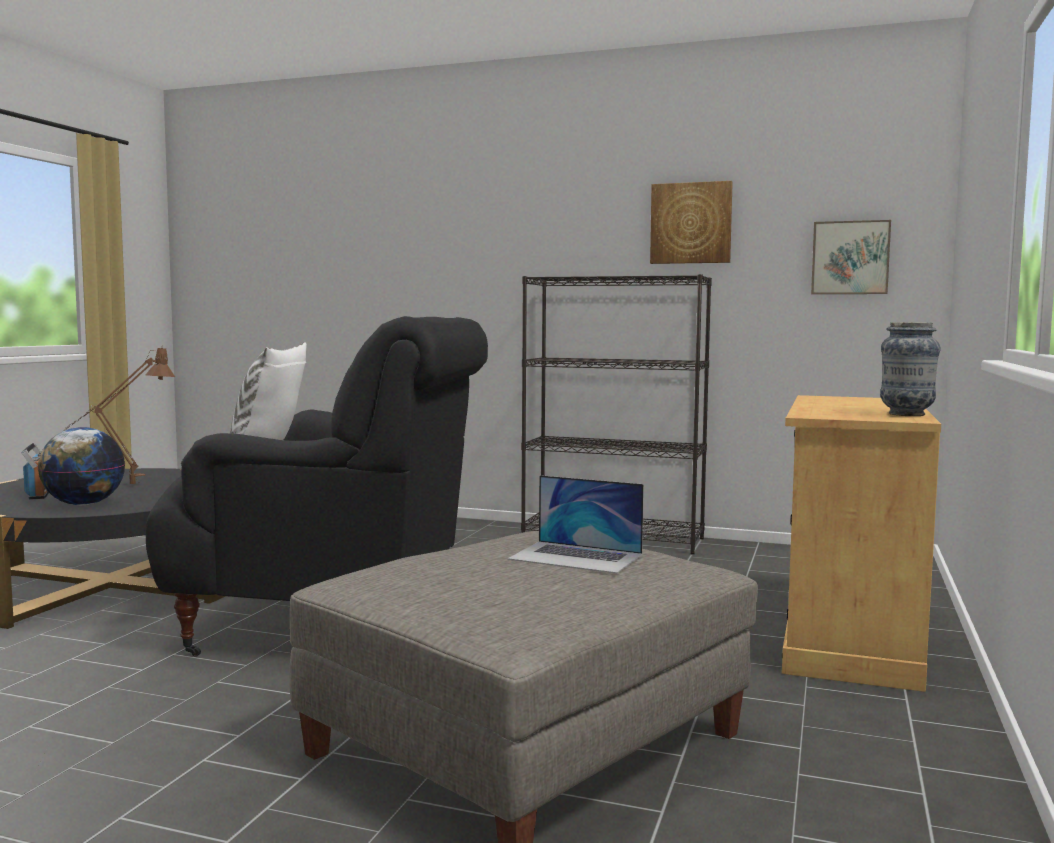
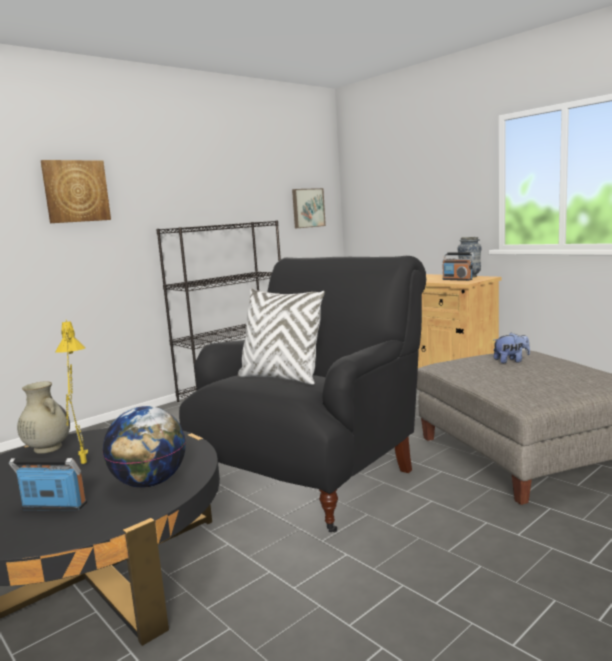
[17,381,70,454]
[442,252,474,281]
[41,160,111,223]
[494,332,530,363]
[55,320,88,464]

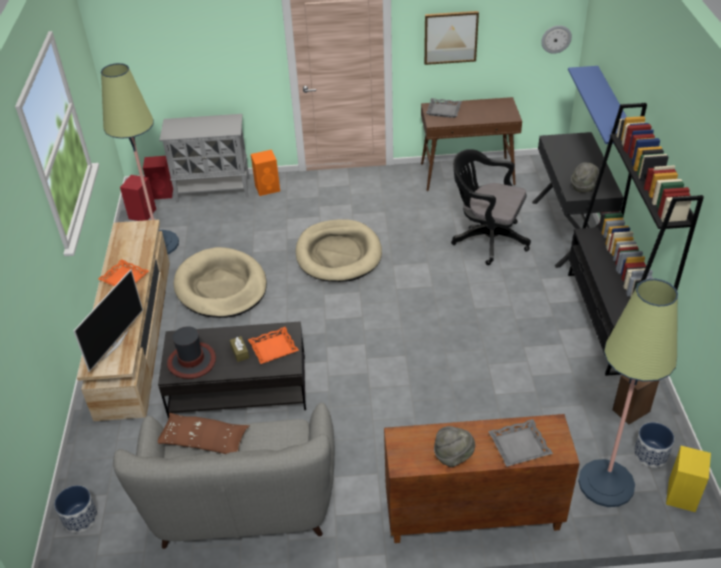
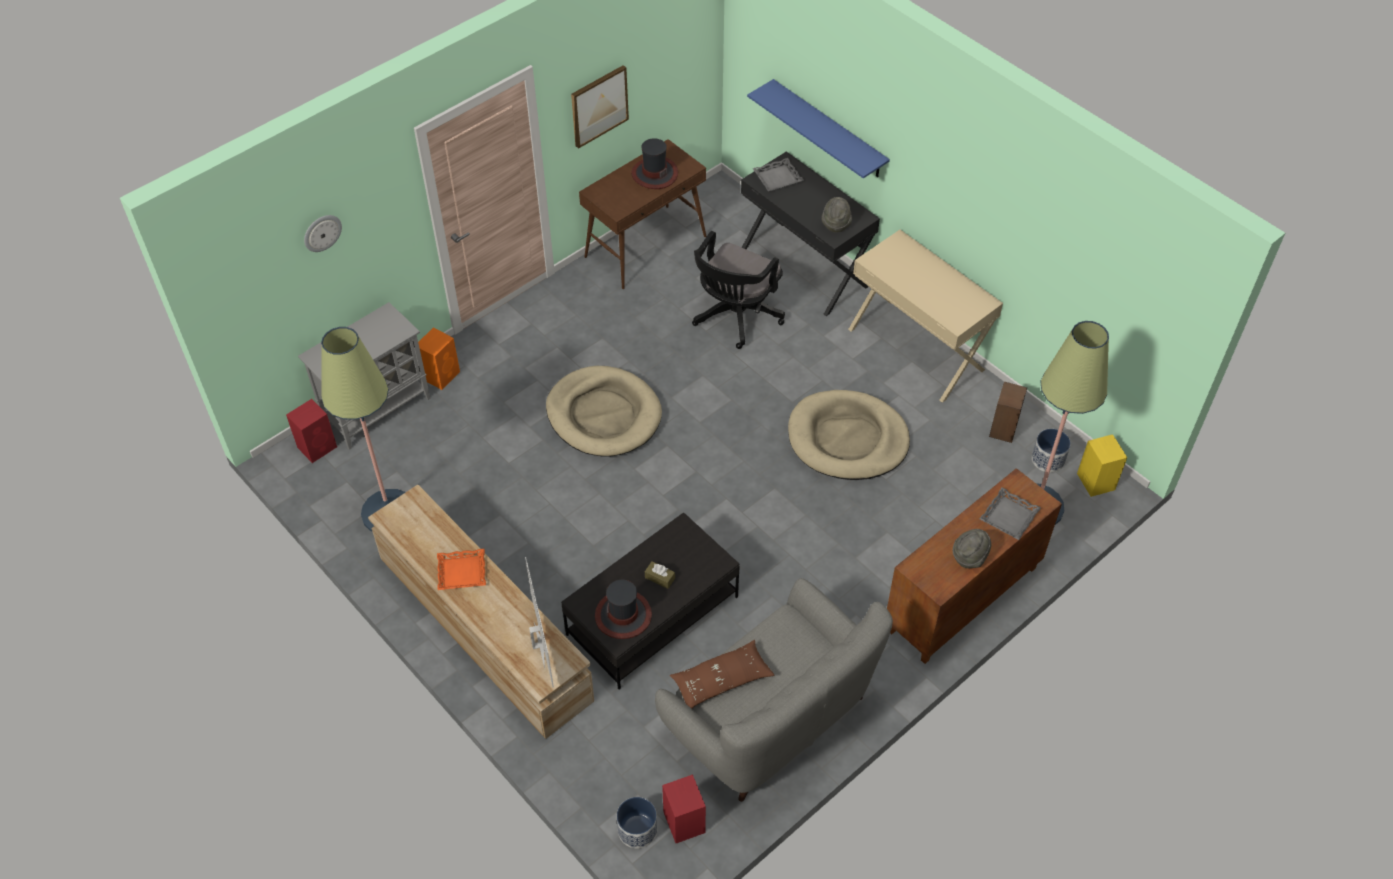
[248,327,299,364] (first image)
[631,138,678,189]
[662,774,706,843]
[788,390,910,480]
[752,158,804,191]
[304,215,342,252]
[848,230,1003,403]
[692,231,785,349]

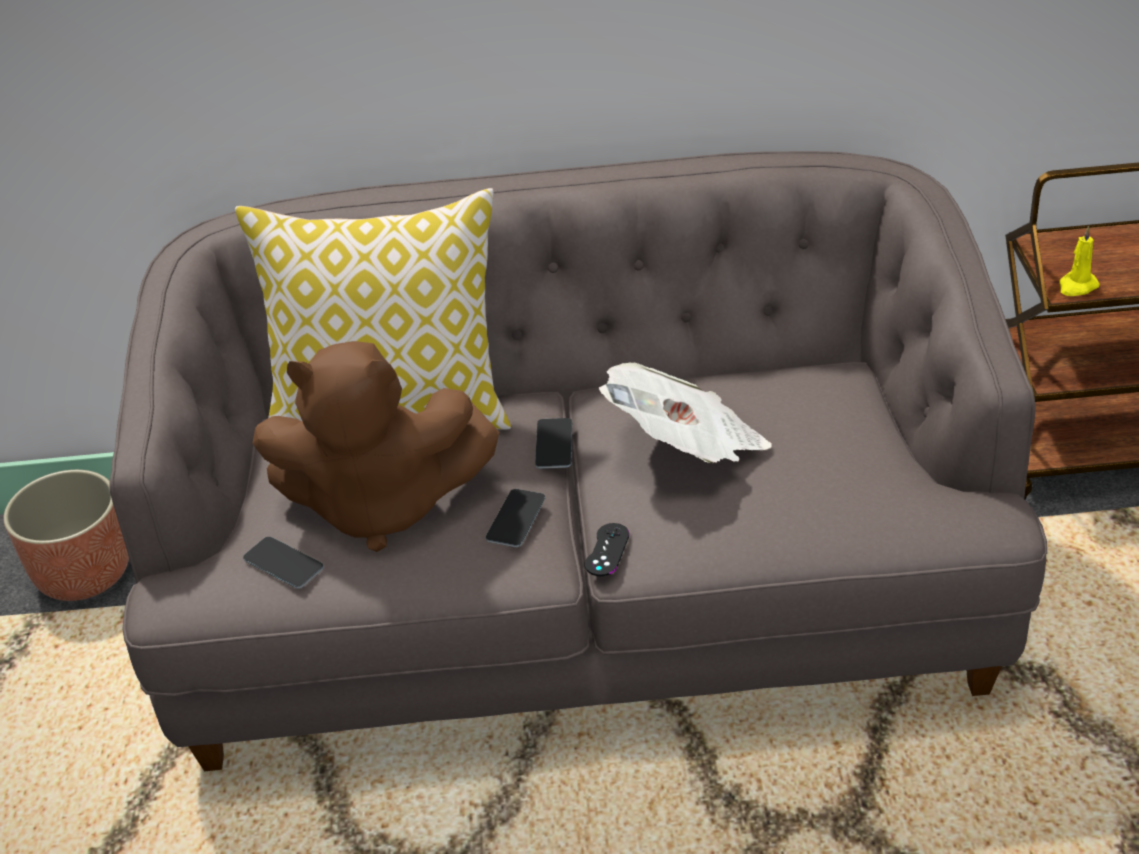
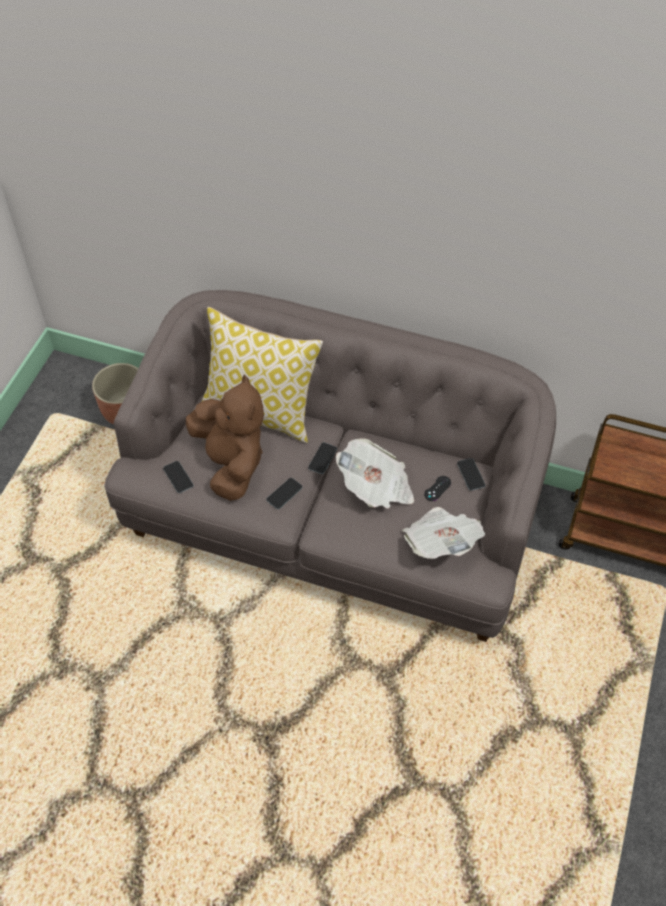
[1059,226,1100,296] (first image)
[402,507,485,559]
[457,458,485,491]
[424,476,451,501]
[186,375,264,501]

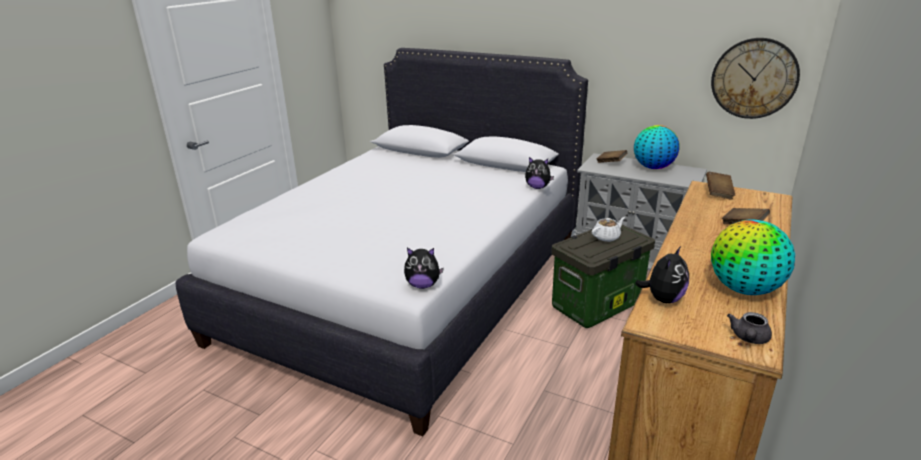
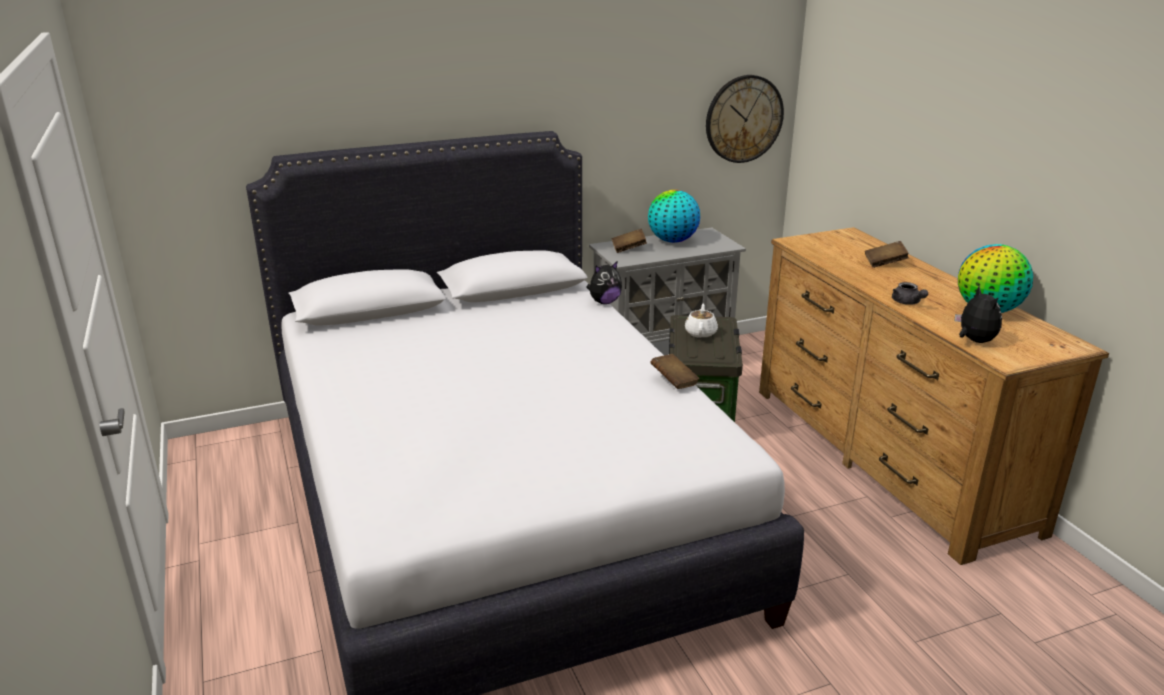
[404,248,444,289] (first image)
[650,354,700,389]
[892,282,928,305]

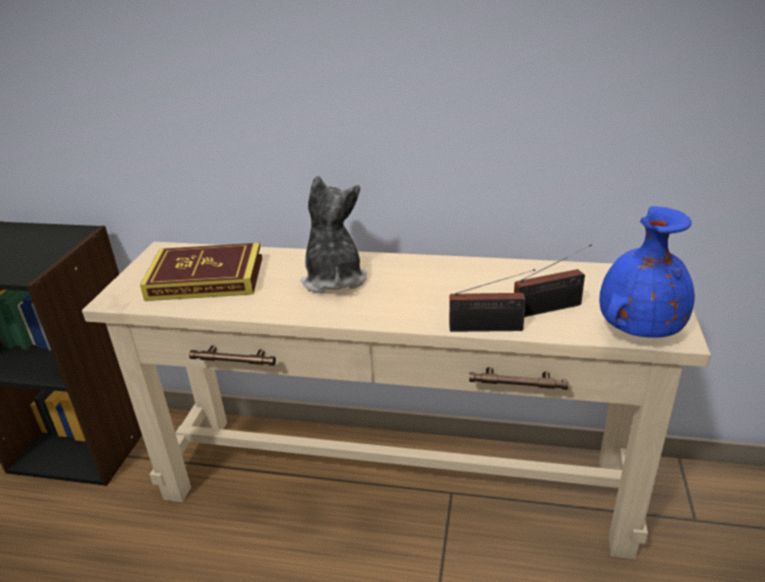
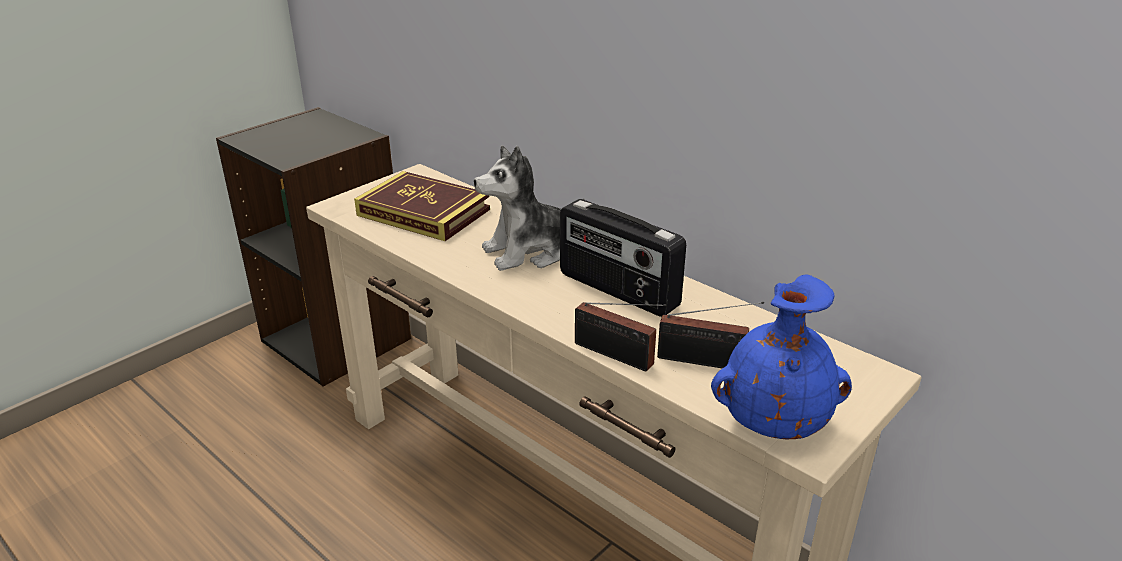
[560,199,686,317]
[474,145,585,271]

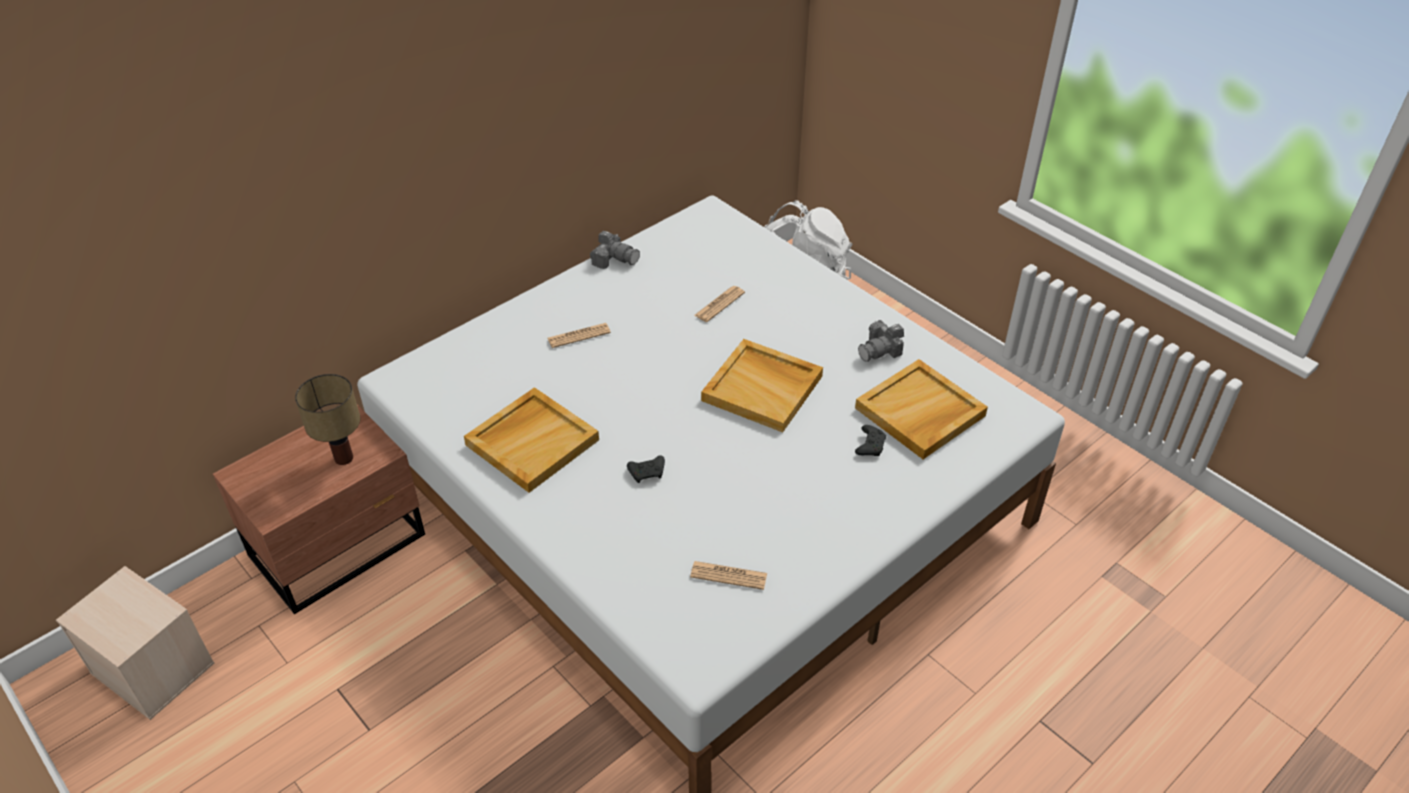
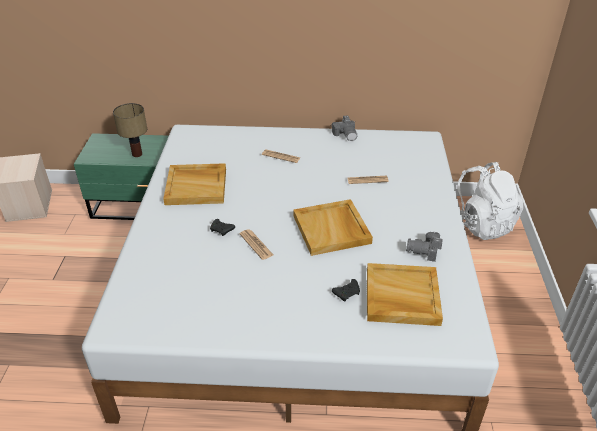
[239,229,273,260]
[74,133,169,220]

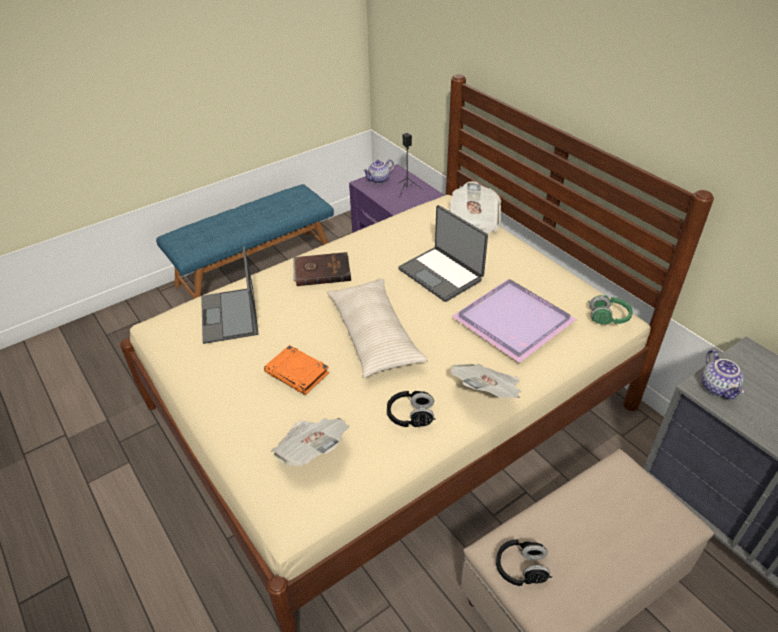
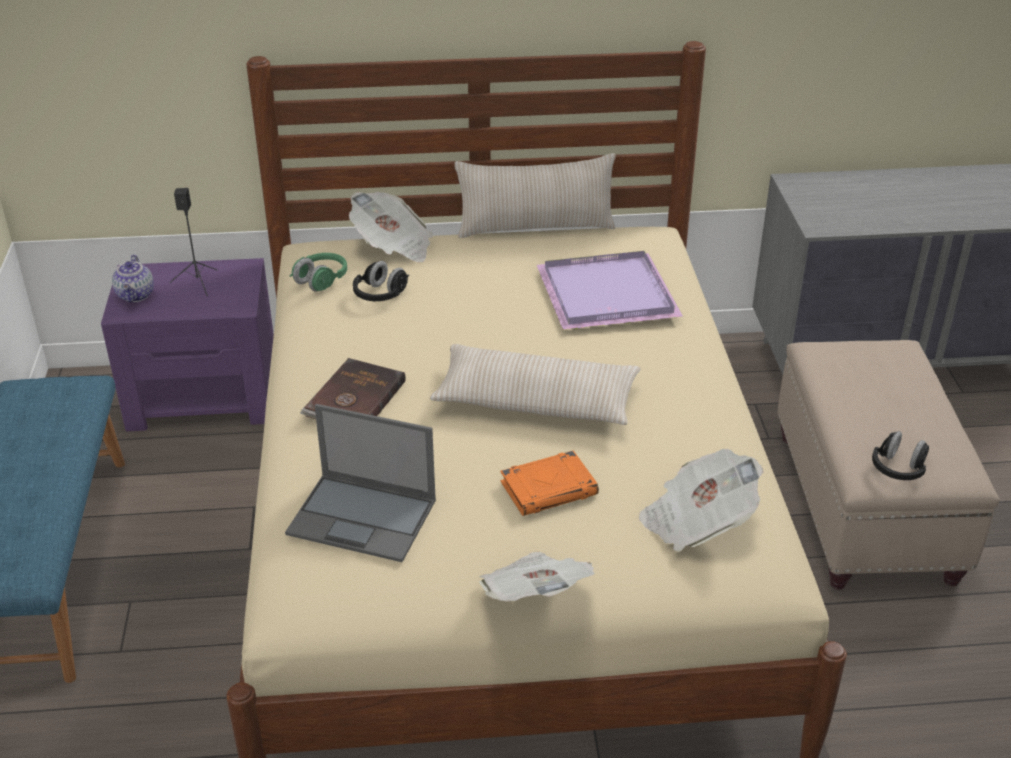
[398,205,488,302] (first image)
[702,350,745,400] (first image)
[454,153,616,238]
[353,261,409,301]
[479,552,595,601]
[290,253,347,292]

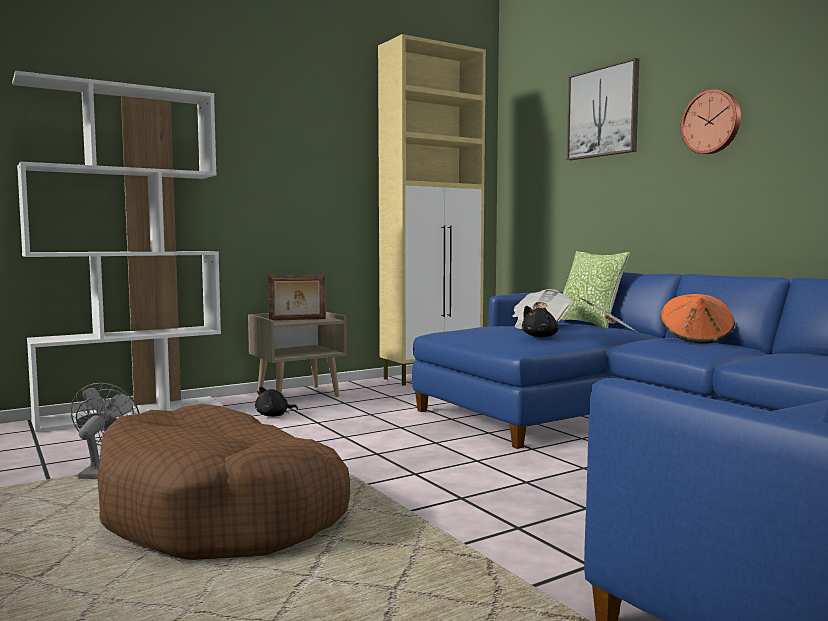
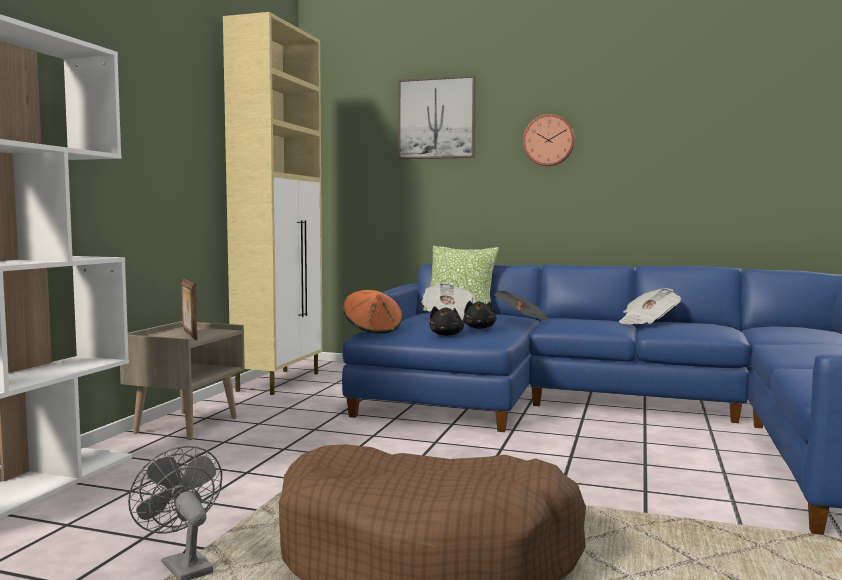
[619,288,681,324]
[429,306,464,336]
[343,290,402,334]
[181,279,197,340]

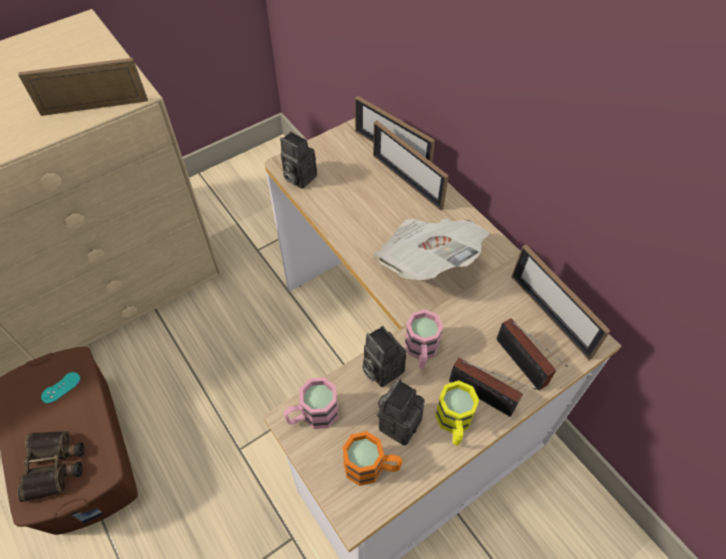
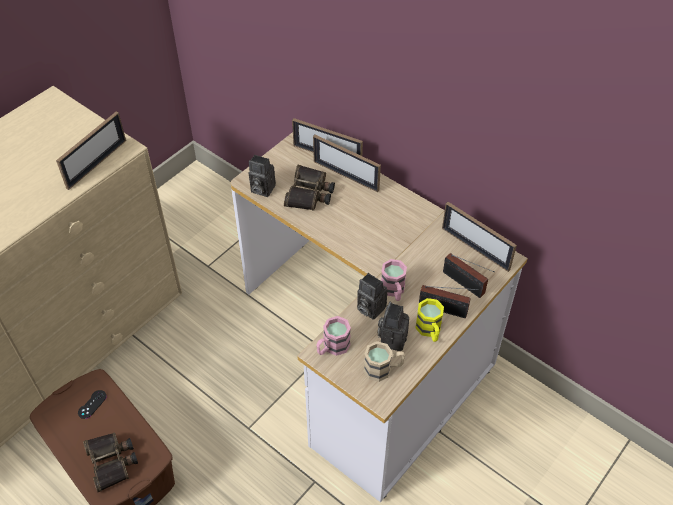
[374,218,489,280] (first image)
[284,165,335,211]
[78,390,107,419]
[364,341,405,382]
[56,111,126,190]

